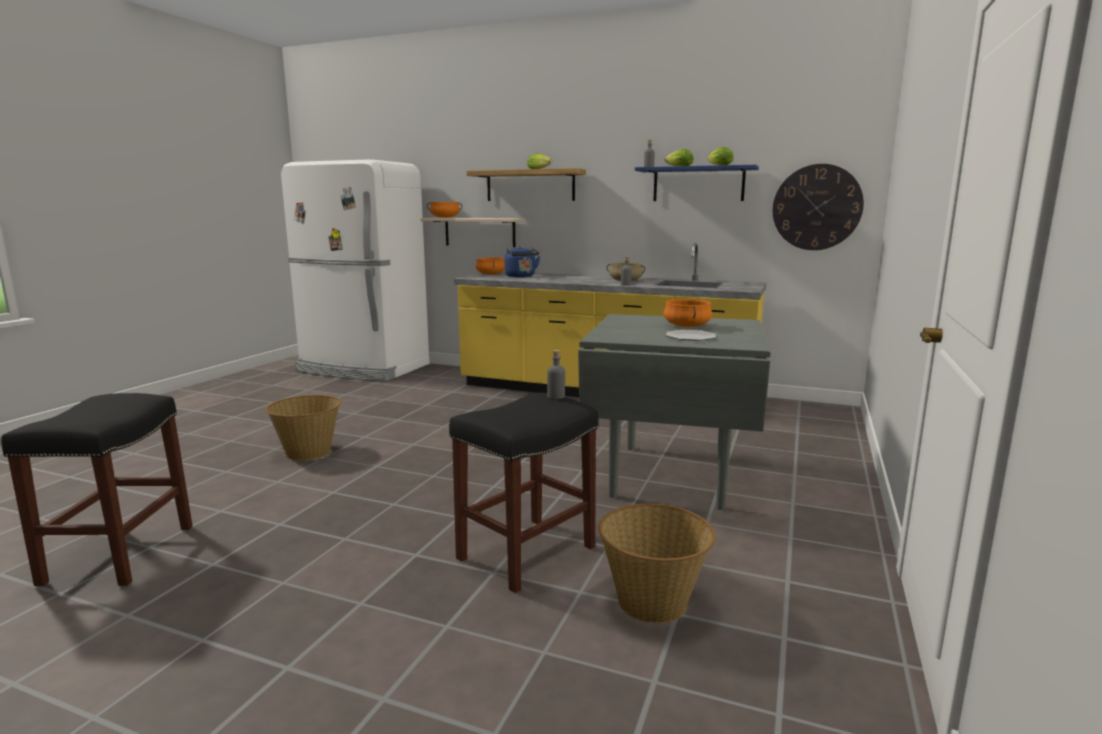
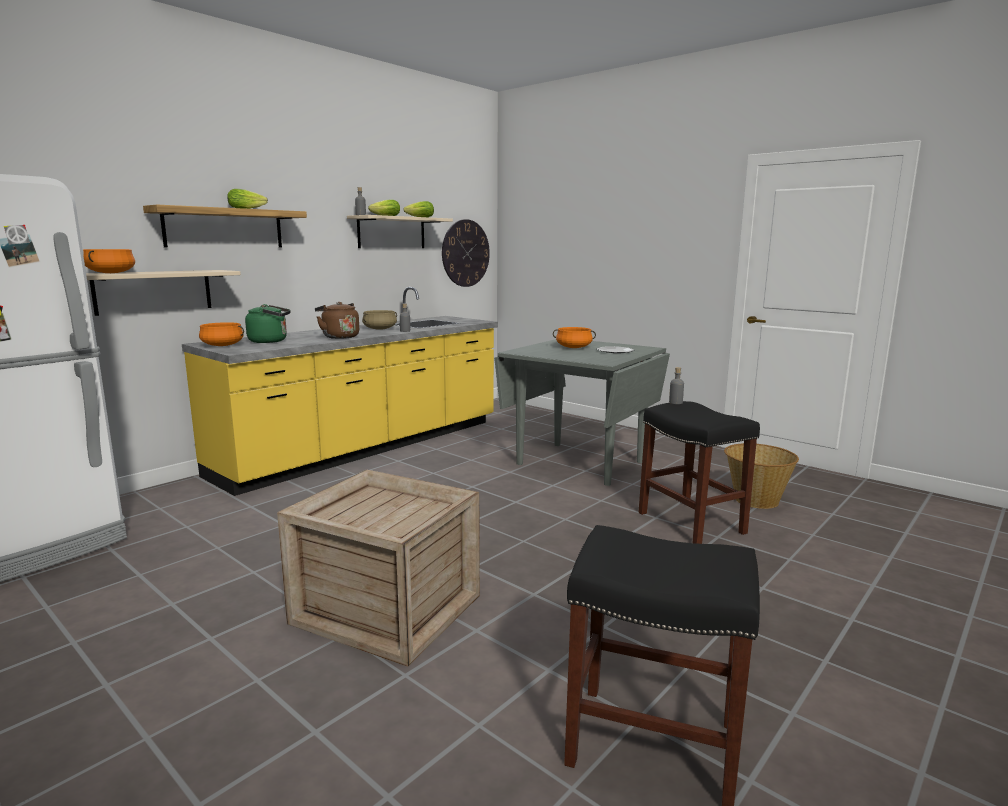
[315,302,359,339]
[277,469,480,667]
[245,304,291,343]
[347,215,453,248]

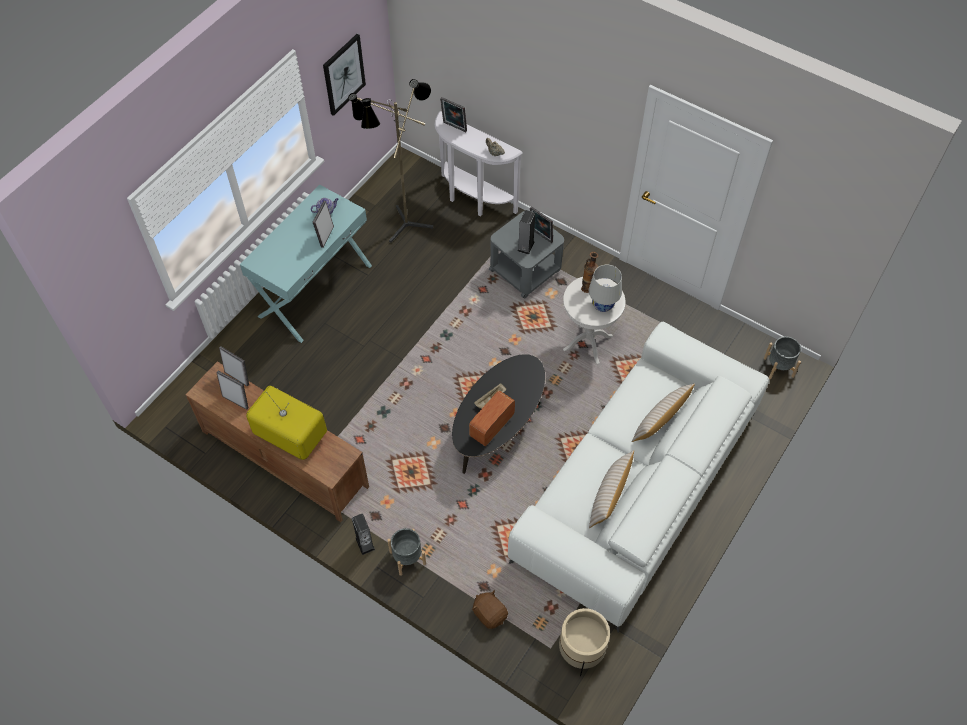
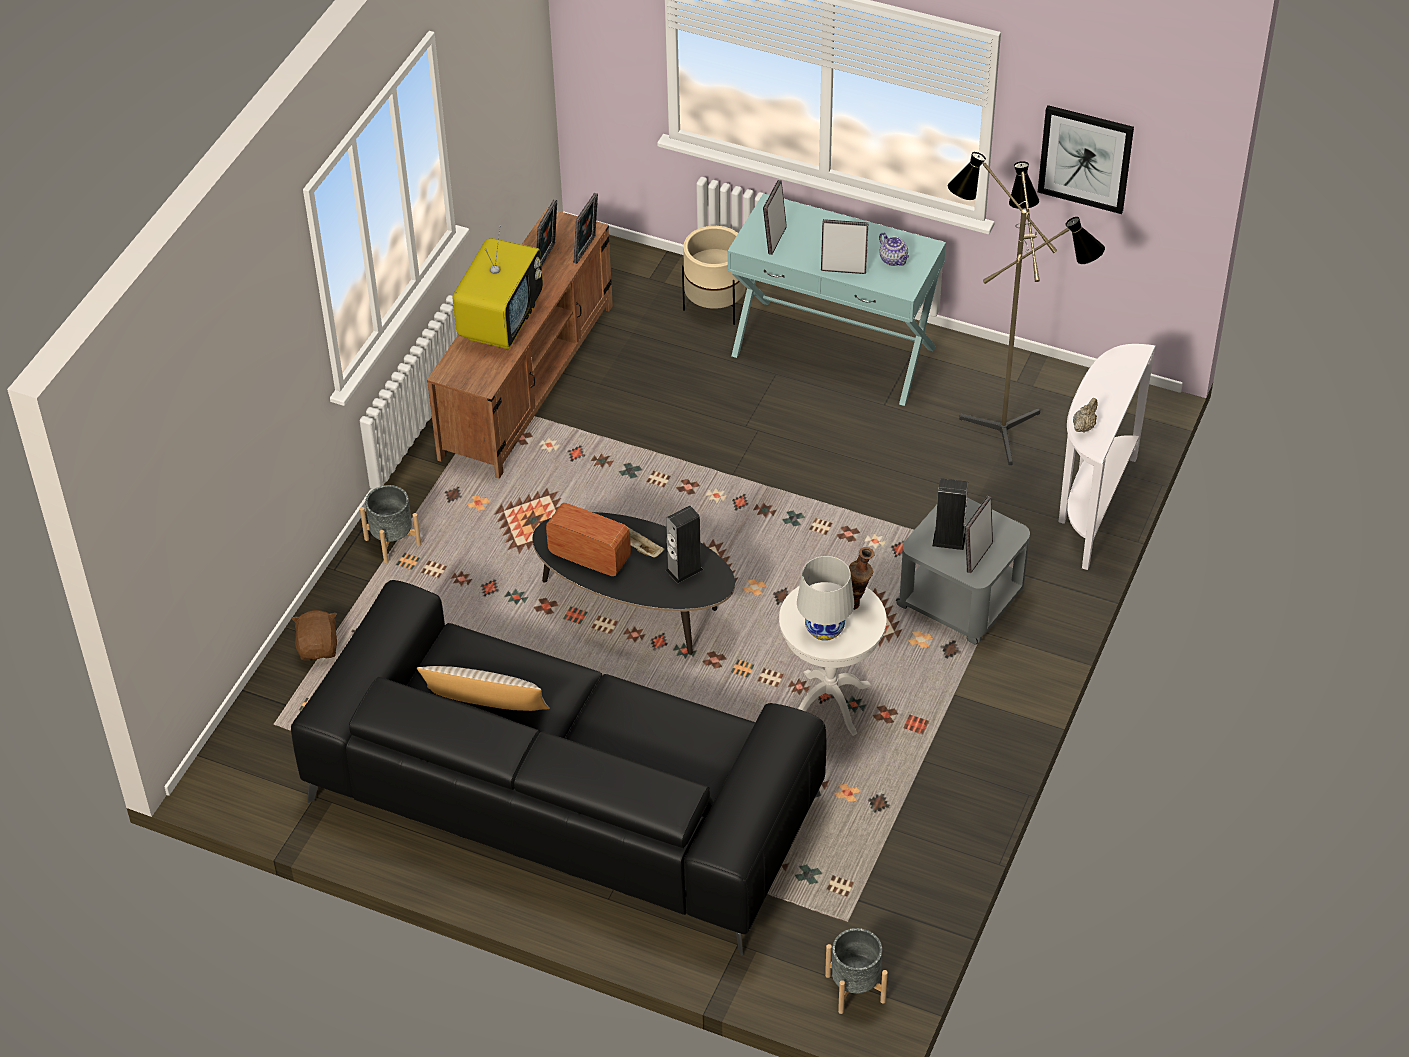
[632,383,695,442] (first image)
[666,505,703,584]
[763,180,787,255]
[682,226,745,325]
[291,580,826,955]
[291,610,337,660]

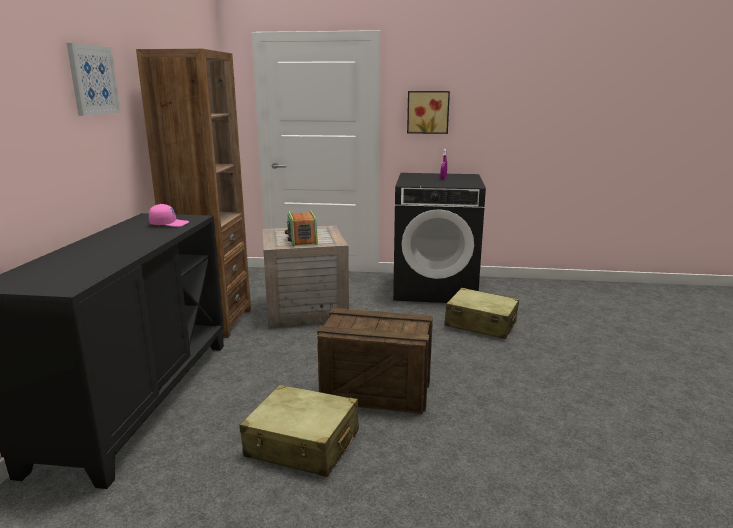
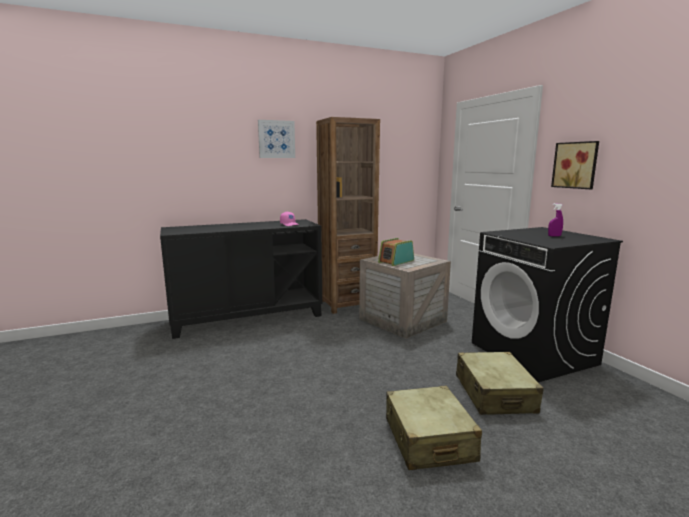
[317,308,433,414] (first image)
[386,386,482,470]

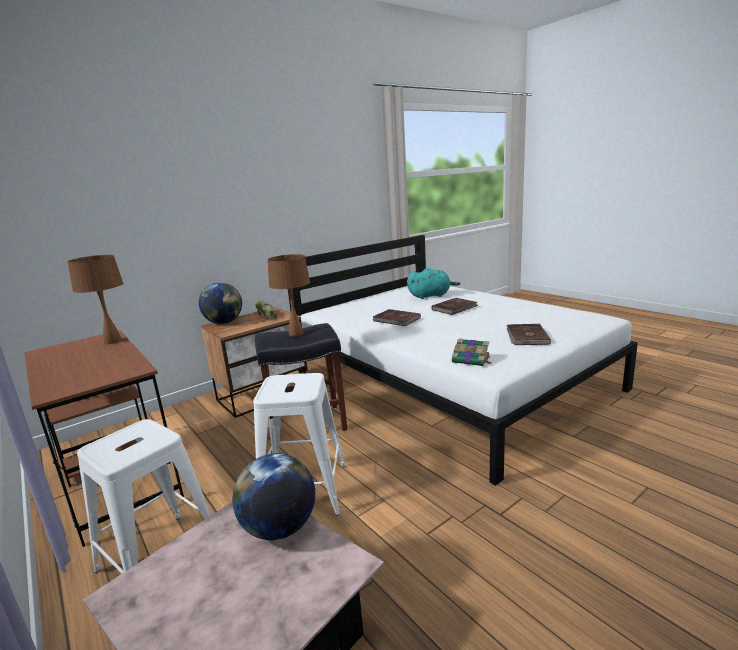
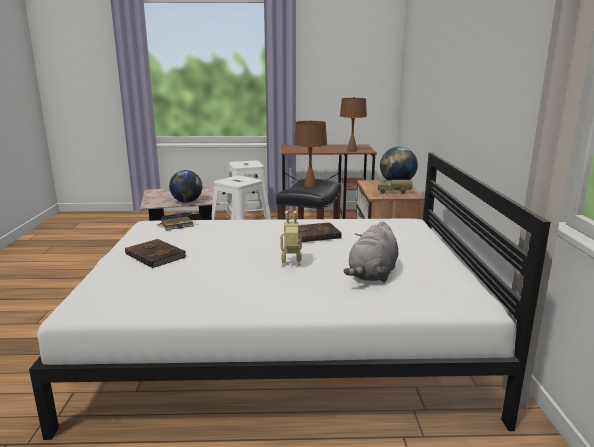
[280,211,302,265]
[343,221,398,283]

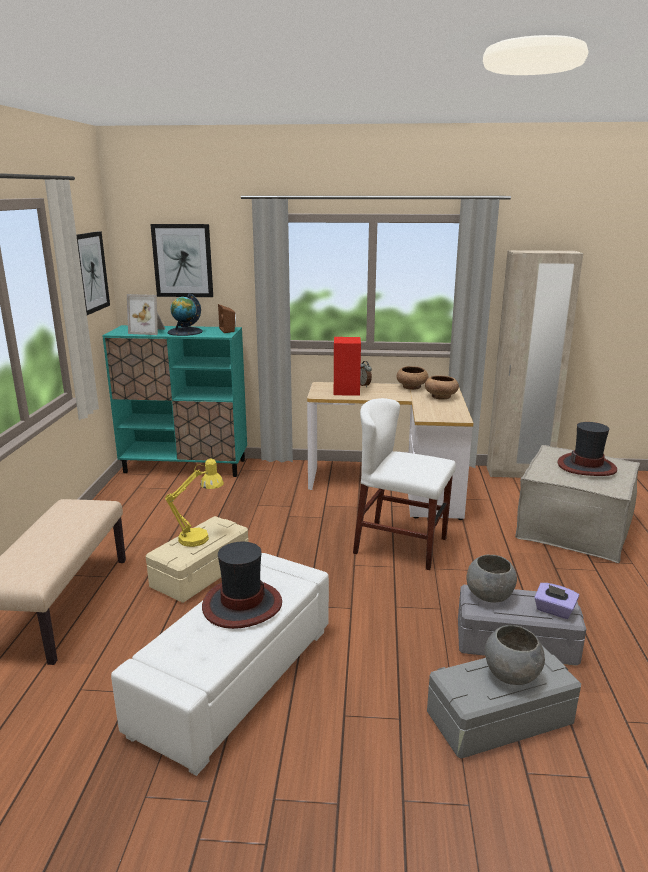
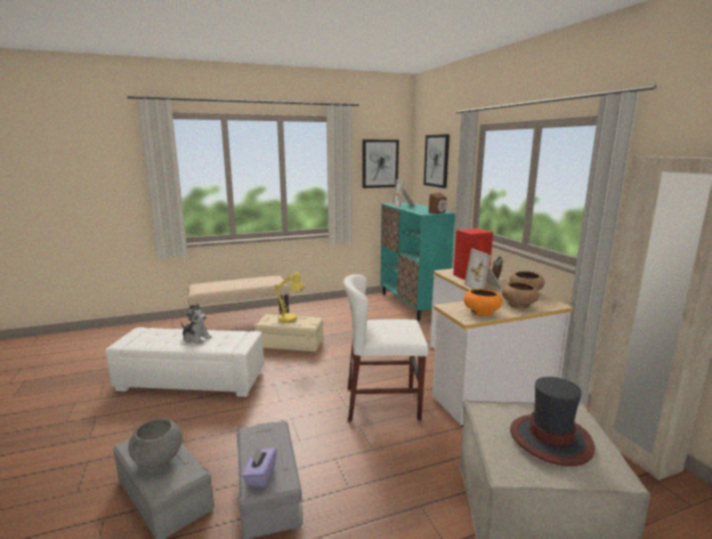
[167,293,203,336] (first image)
[466,555,517,603] (first image)
[464,248,503,290]
[464,289,502,316]
[181,303,212,344]
[343,274,429,421]

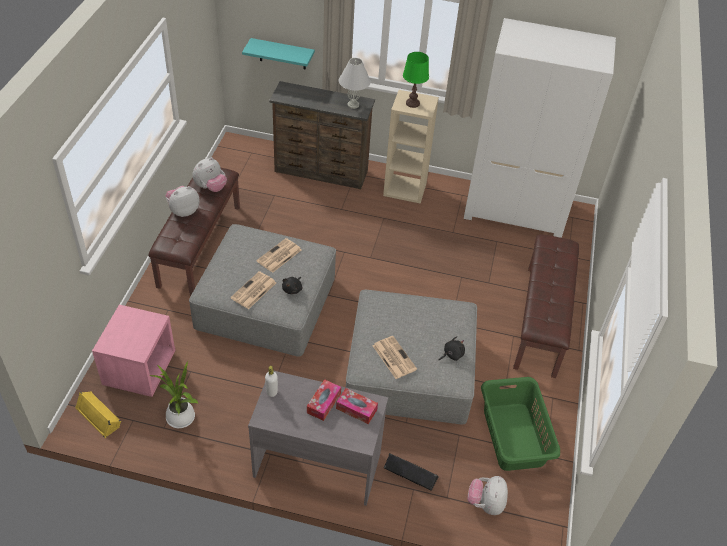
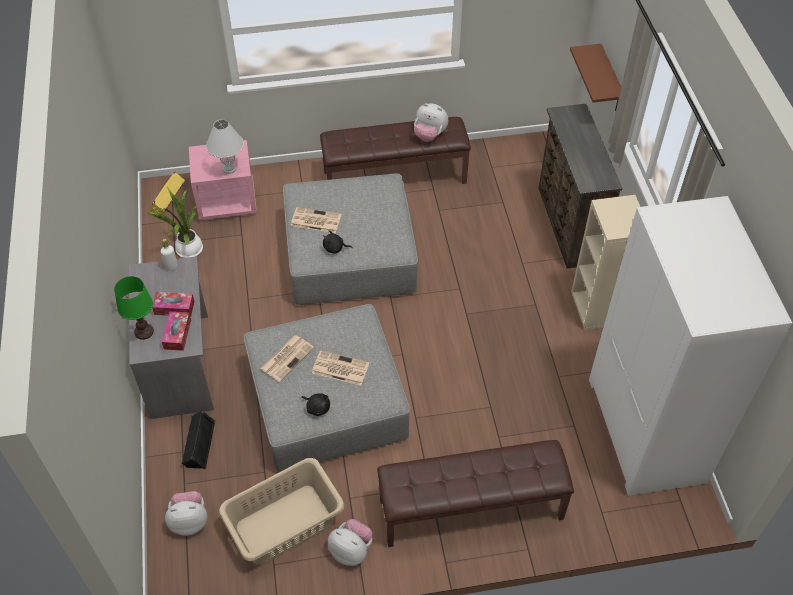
[328,519,373,566]
[312,350,369,386]
[206,119,244,174]
[114,276,154,340]
[570,44,621,111]
[219,458,344,565]

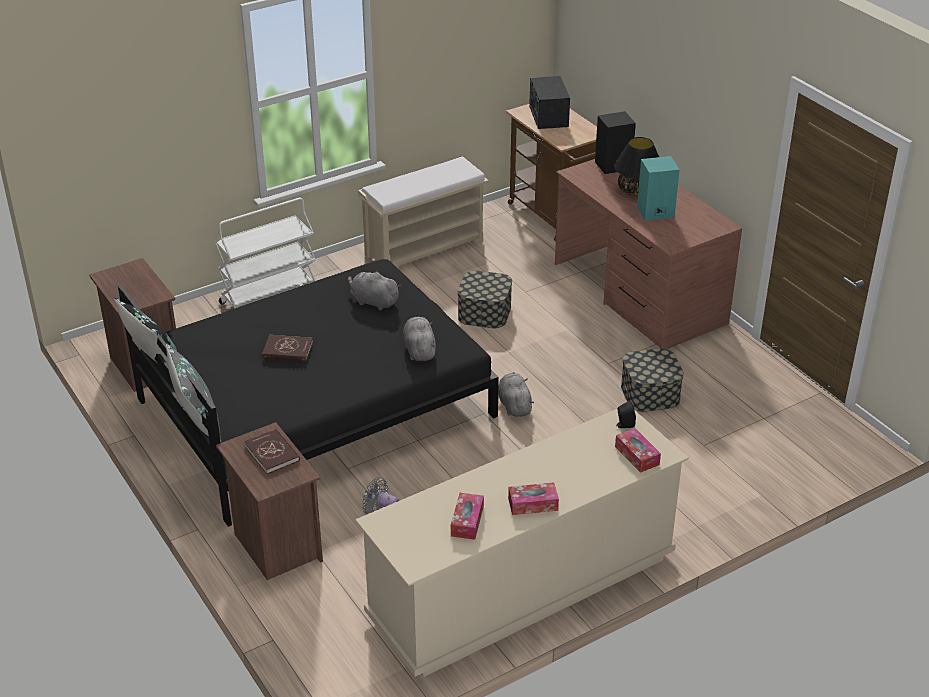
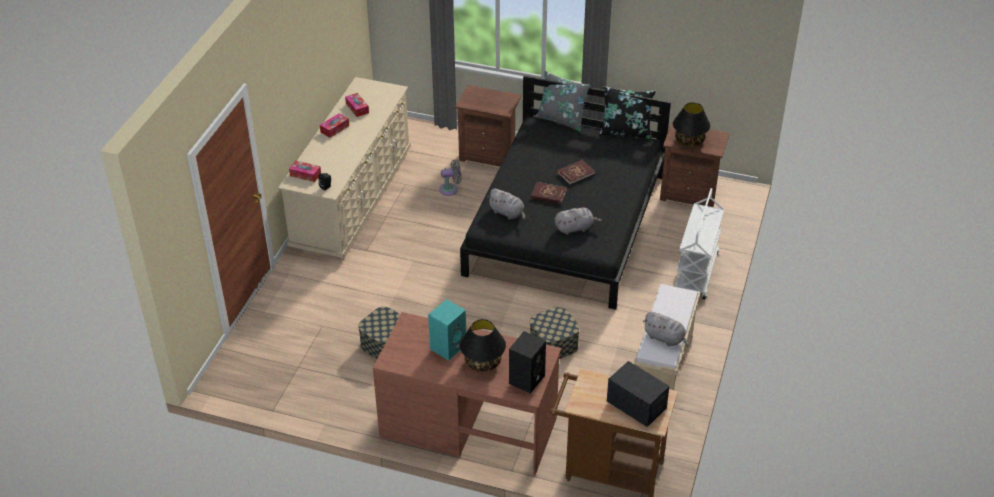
[673,103,710,147]
[531,182,567,204]
[643,312,689,347]

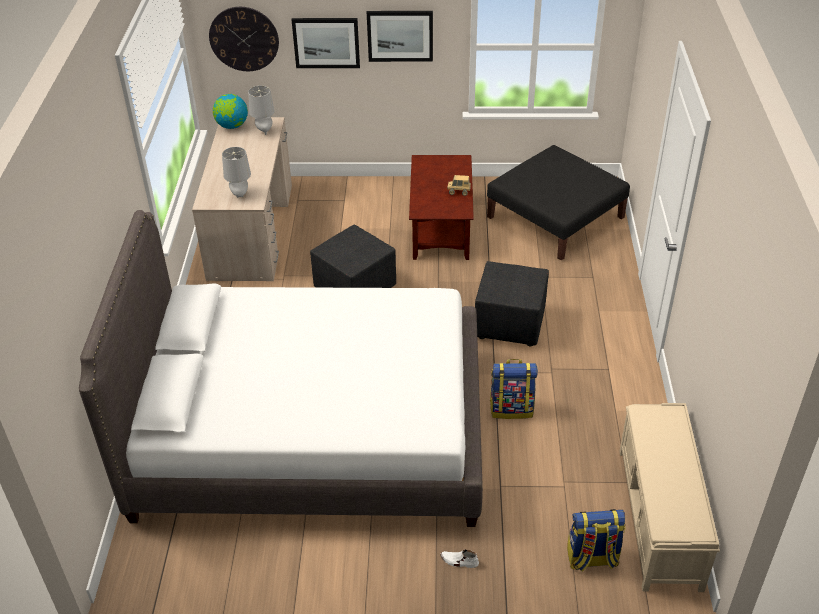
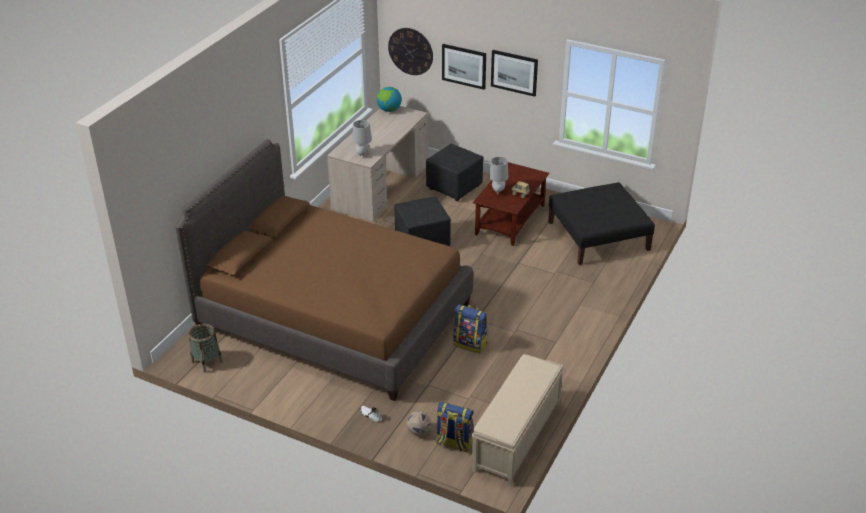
[189,323,223,373]
[407,411,431,436]
[489,157,508,195]
[426,144,483,201]
[175,139,473,401]

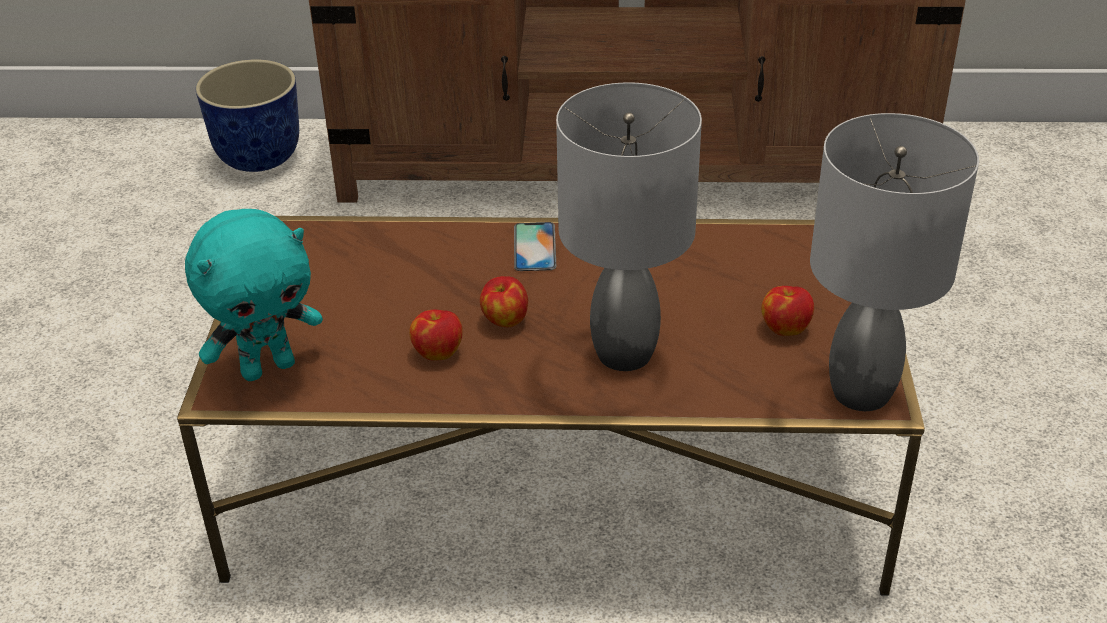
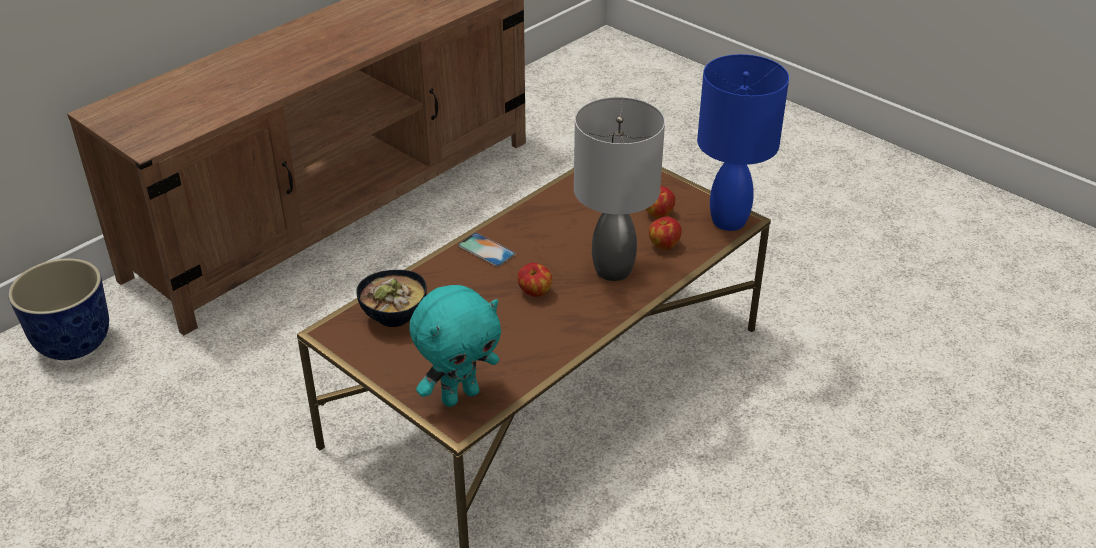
[356,270,427,327]
[649,216,681,250]
[697,54,789,231]
[409,285,501,407]

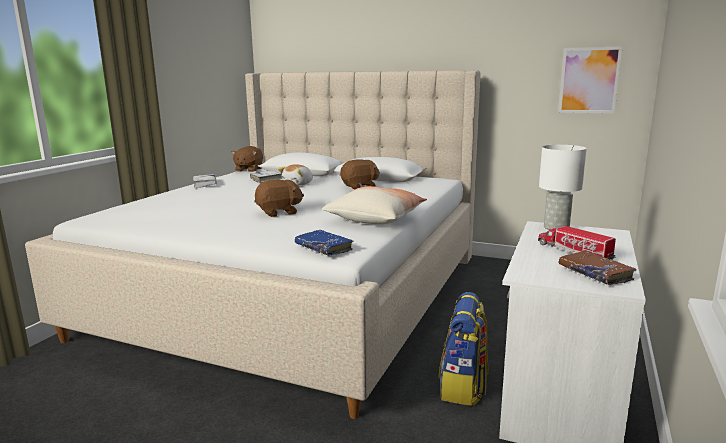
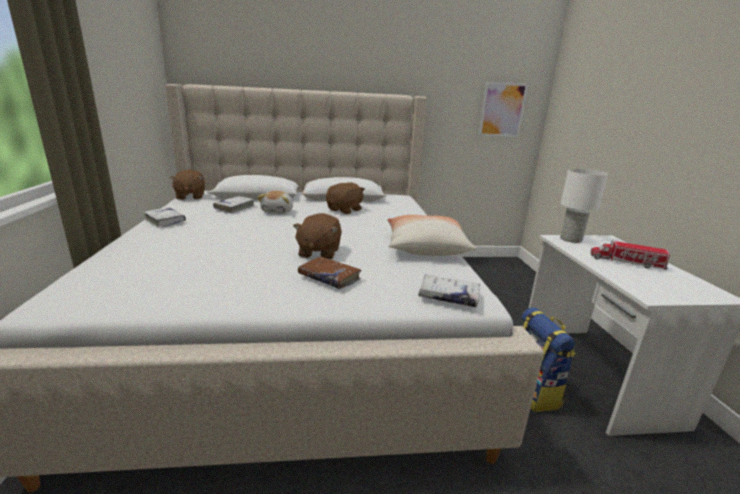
[298,256,362,289]
[418,274,480,307]
[293,213,342,259]

